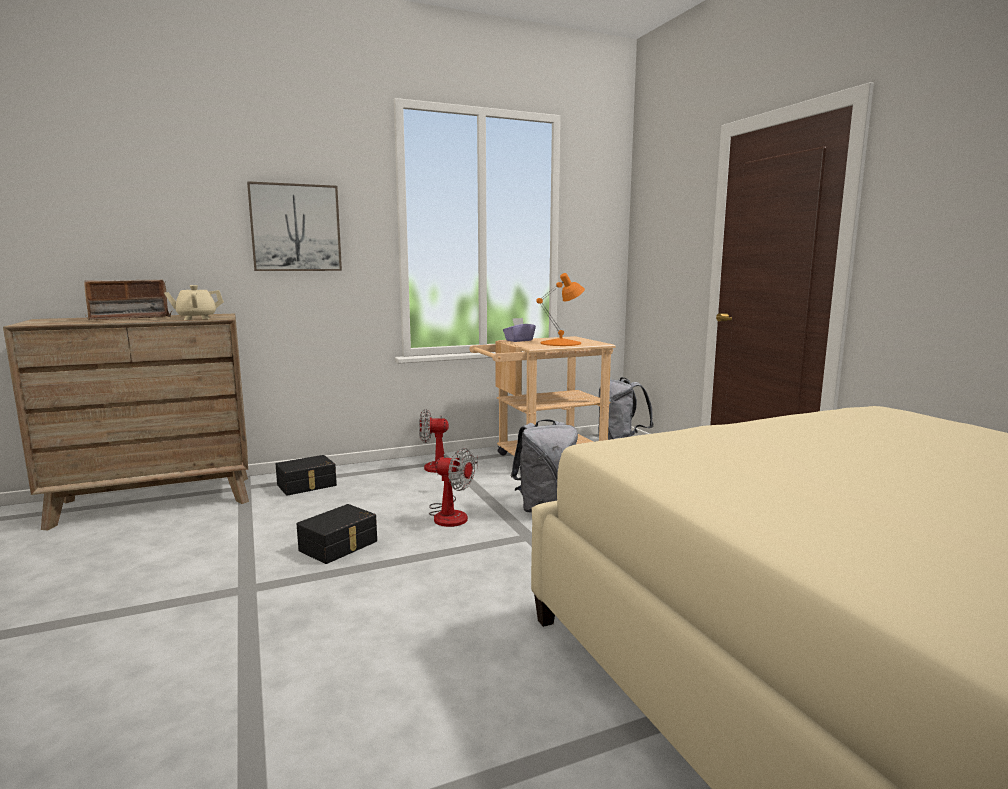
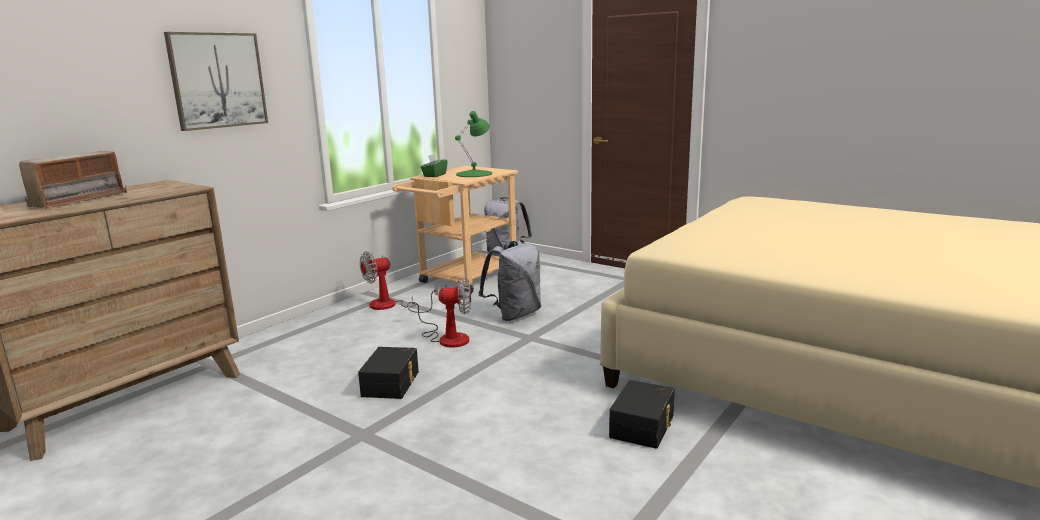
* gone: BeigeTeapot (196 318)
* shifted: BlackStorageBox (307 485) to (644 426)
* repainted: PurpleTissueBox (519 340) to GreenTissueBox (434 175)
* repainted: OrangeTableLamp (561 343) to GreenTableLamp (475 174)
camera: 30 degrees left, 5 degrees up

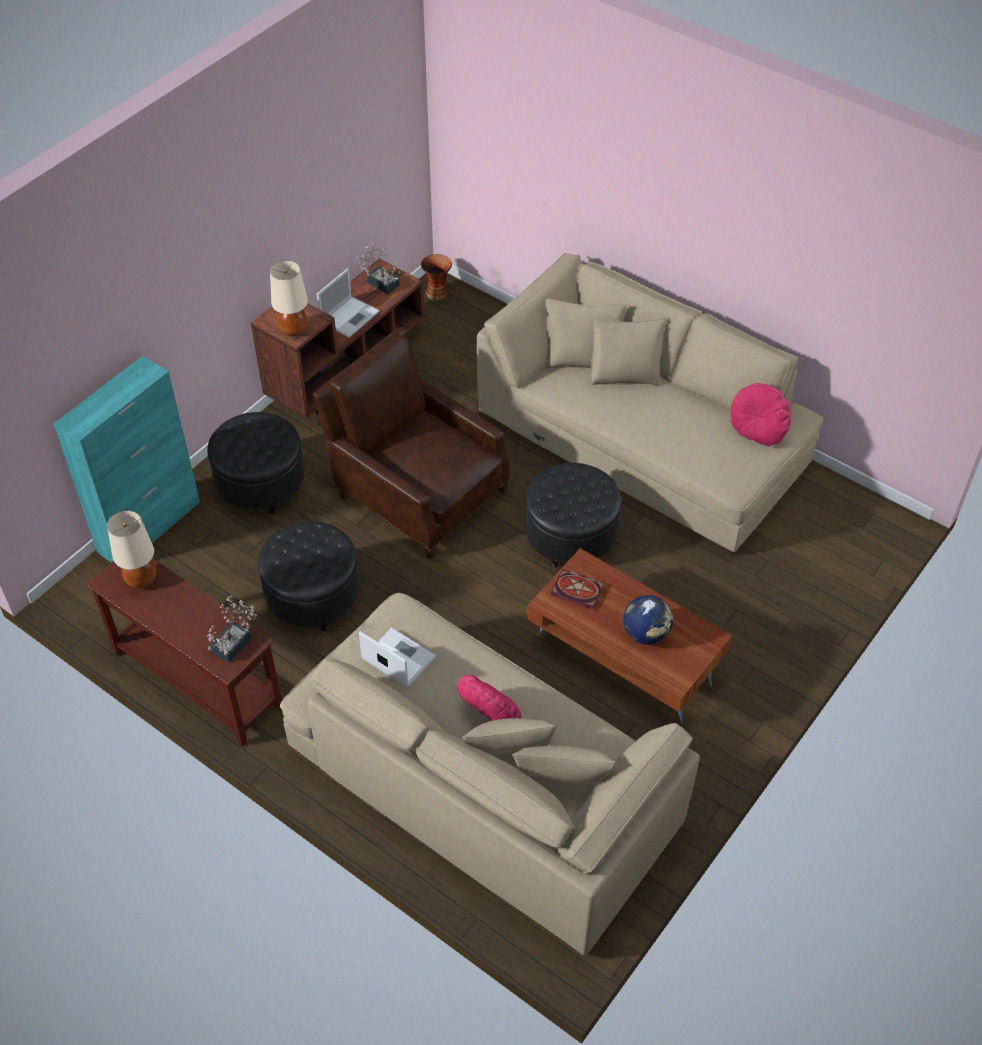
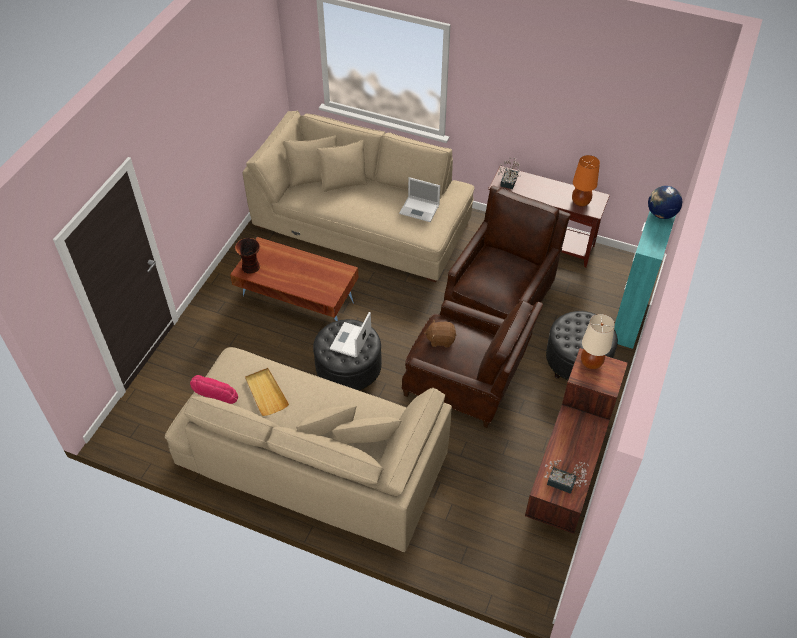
* repainted: BeigeTableLamp (142 579) to OrangeTableLamp (580 202)
* swapped: BlackOttoman (313 597) to BrownArmchair (500 297)
* shifted: Laptop (350 316) to (350 341)
* shifted: Vase (437 292) to (251 267)
* gone: PinkPillow (489 719)
* gone: Book (579 590)
* shifted: Globe (646 634) to (661 214)
* new: BeigeTray (266 393)
* new: BrownPlushToy (440 339)
camera: 165 degrees right, 0 degrees up

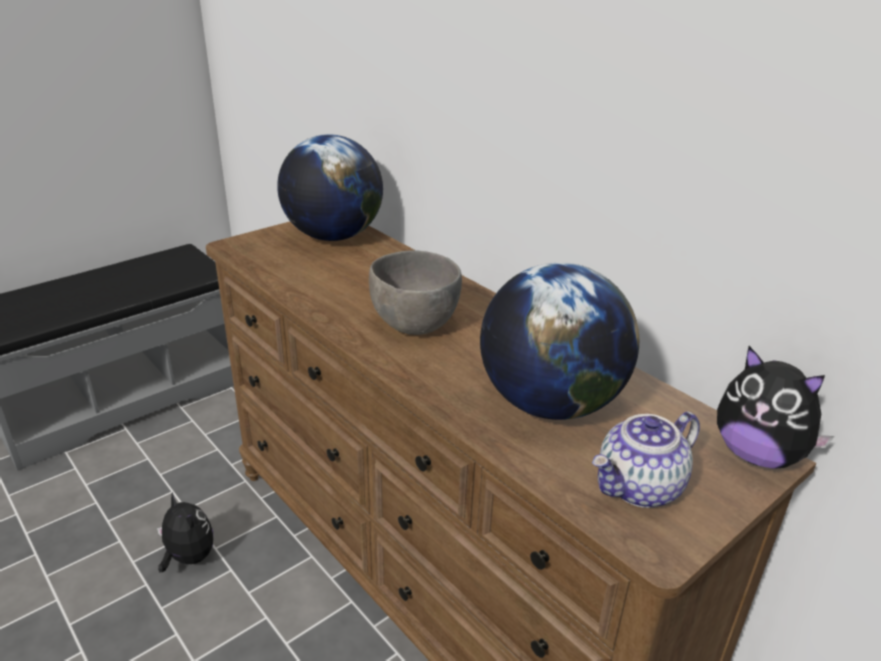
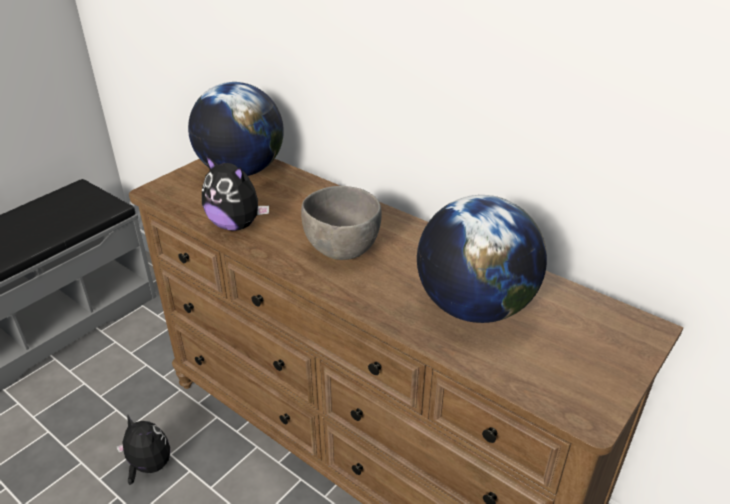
* gone: Teapot (639 488)
* shifted: PlushToy (757 455) to (236 225)
camera: 10 degrees left, 5 degrees up

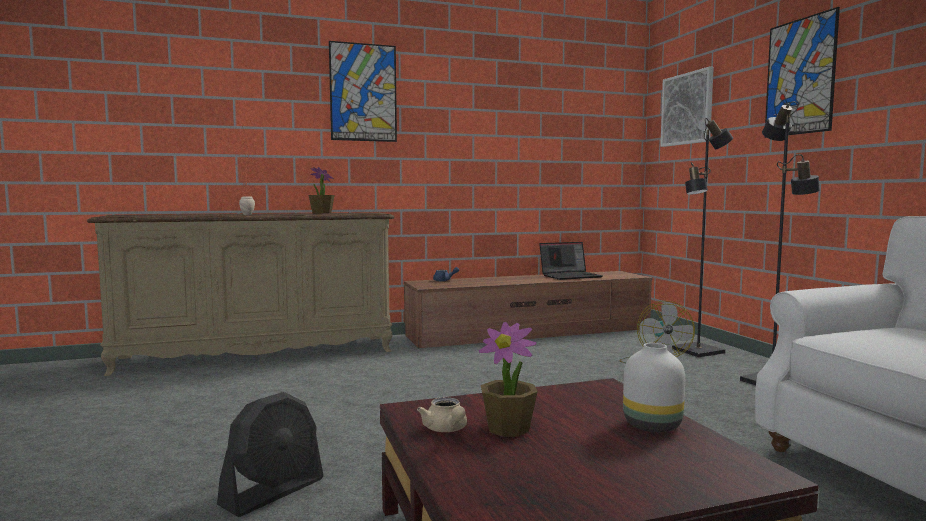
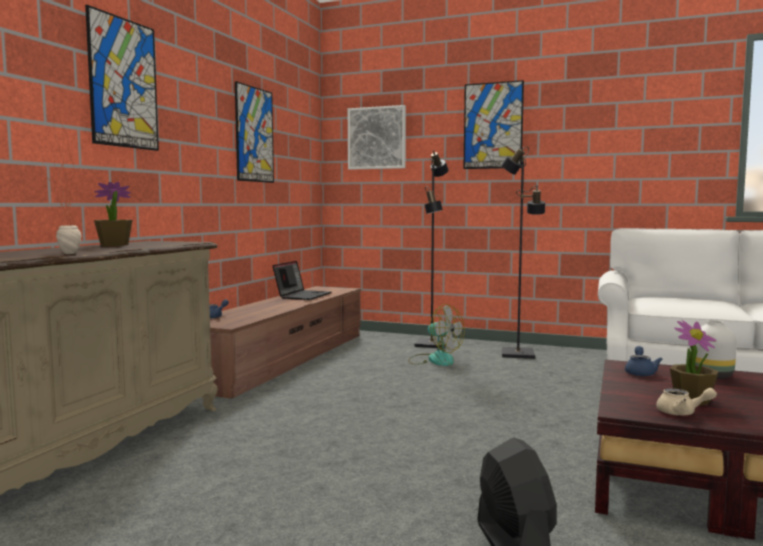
* new: Picture (254 134)
* new: BlueTeapot (640 372)
camera: 50 degrees left, 0 degrees up

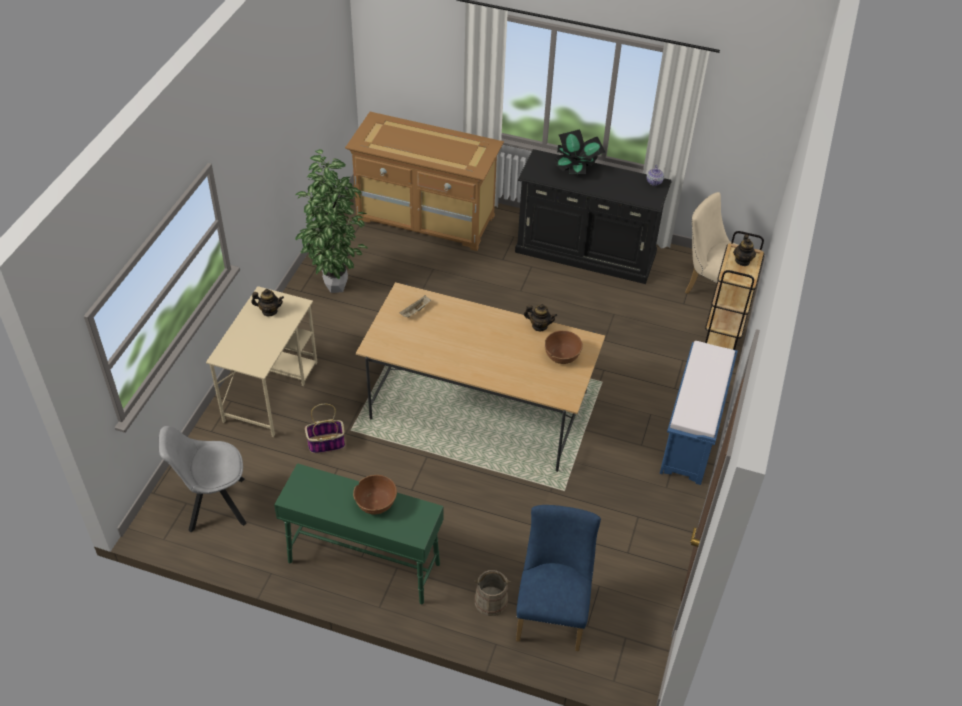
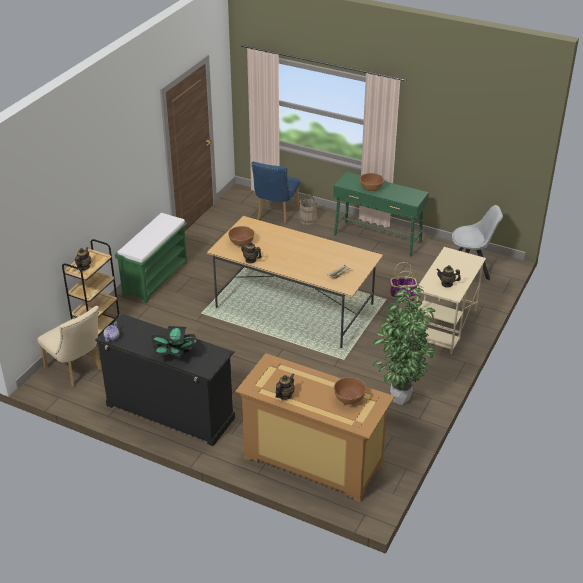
* repainted: BlueBench (691 437) to GreenBench (155 278)
* new: Teapot (284 395)
* new: BrownBowl (349 398)
camera: 170 degrees left, 10 degrees down

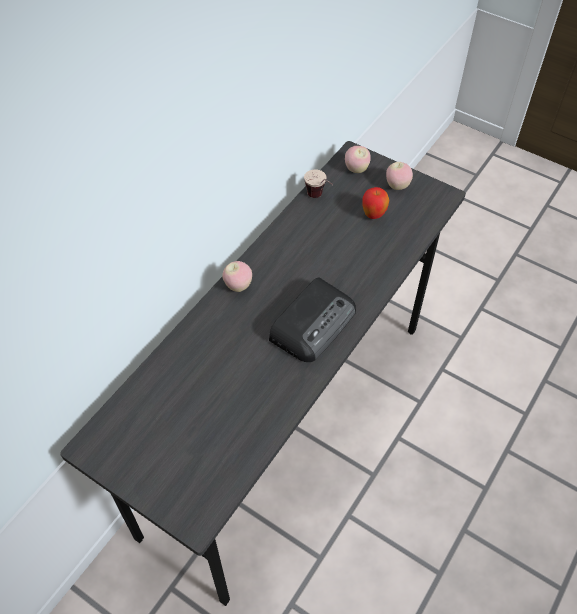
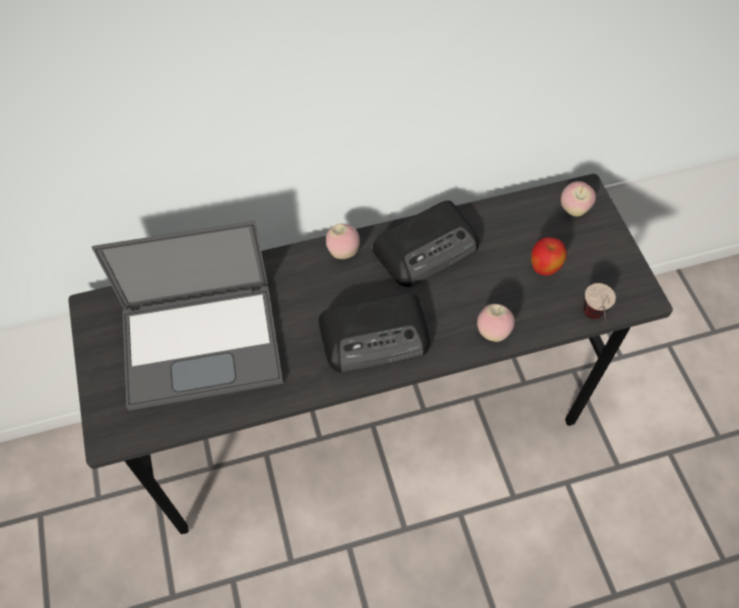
* shifted: Cup (319 198) to (592 321)
* shifted: Apple (397 186) to (492 332)
* new: Laptop (203 343)
* new: Radio (427 248)
camera: 40 degrees right, 5 degrees up

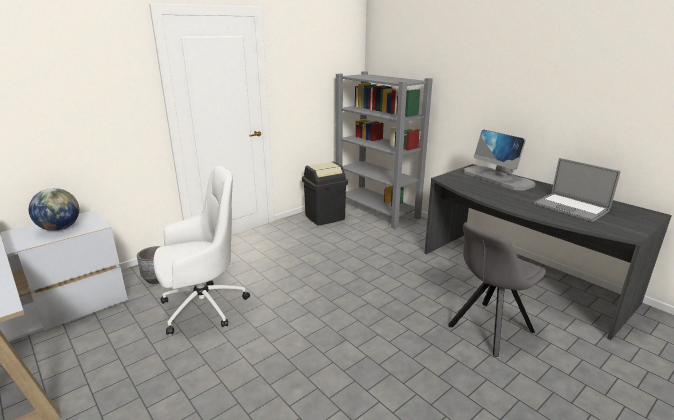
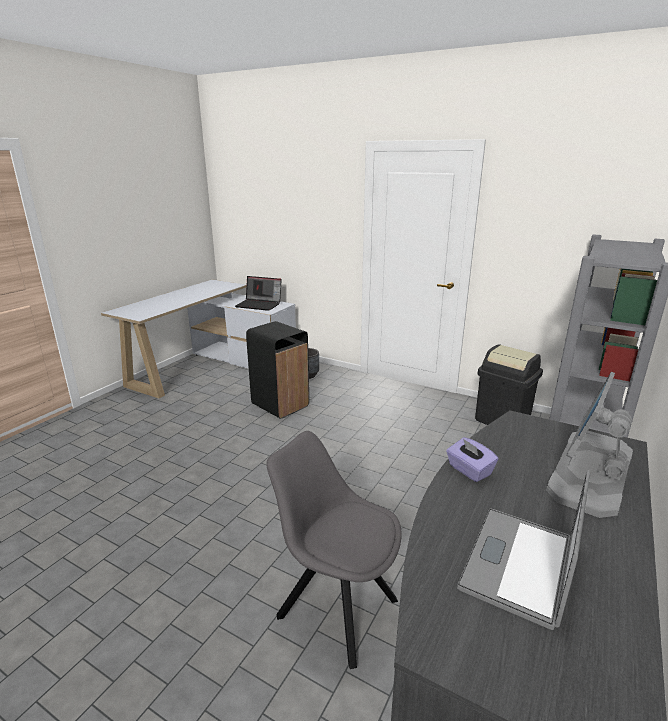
* swapped: Globe (60 228) to Laptop (259 305)
* swapped: WhiteOfficeChair (204 307) to BlackTrashCan (280 405)
* new: PurpleTissueBox (469 470)
camera: 70 degrees right, 0 degrees up

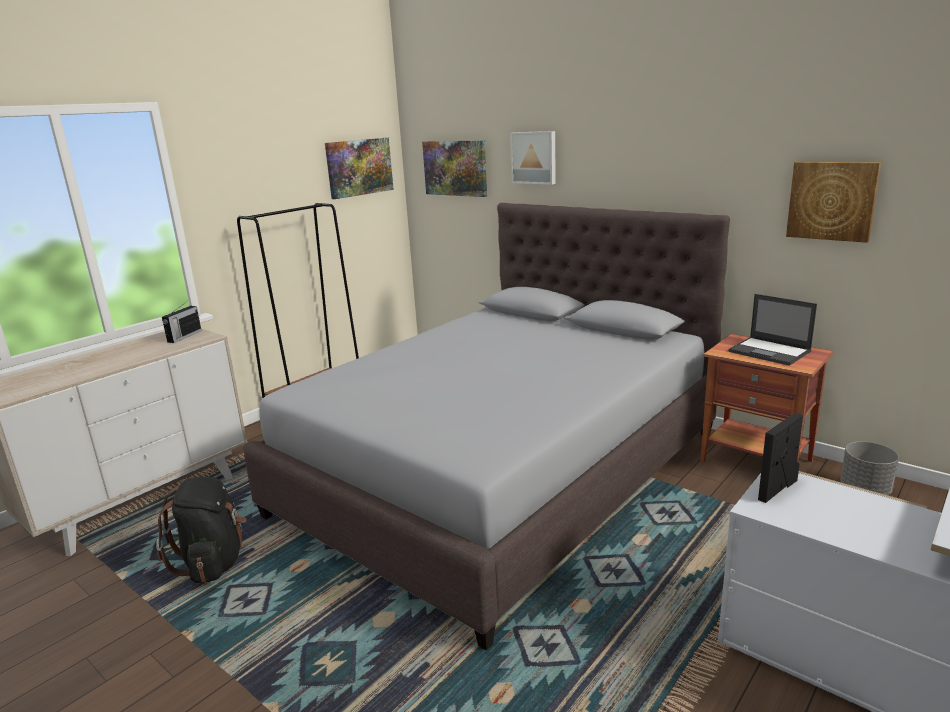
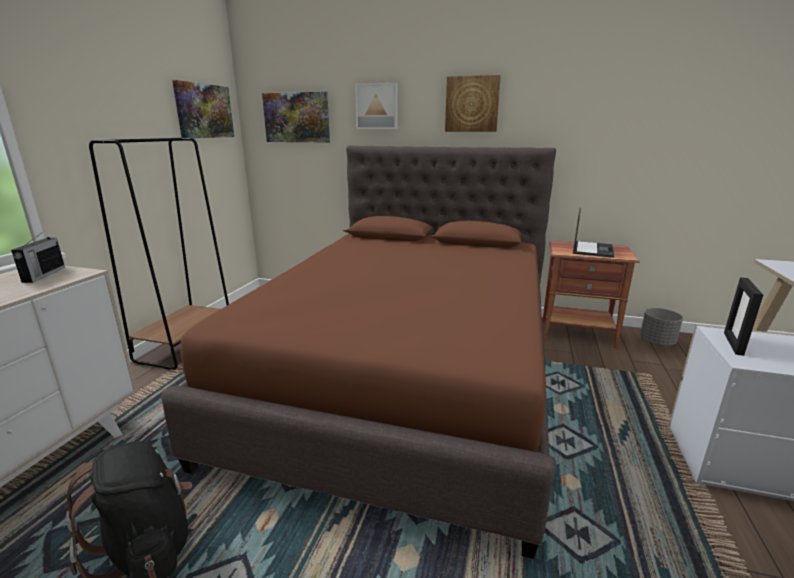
* repainted: GreyBed (504 471) to BrownBed (408 373)
* rotated: Laptop (770 351) = (592 249) 90 degrees counterclockwise
* shifted: Picture (832 201) to (472 104)
camera: 25 degrees left, 0 degrees up

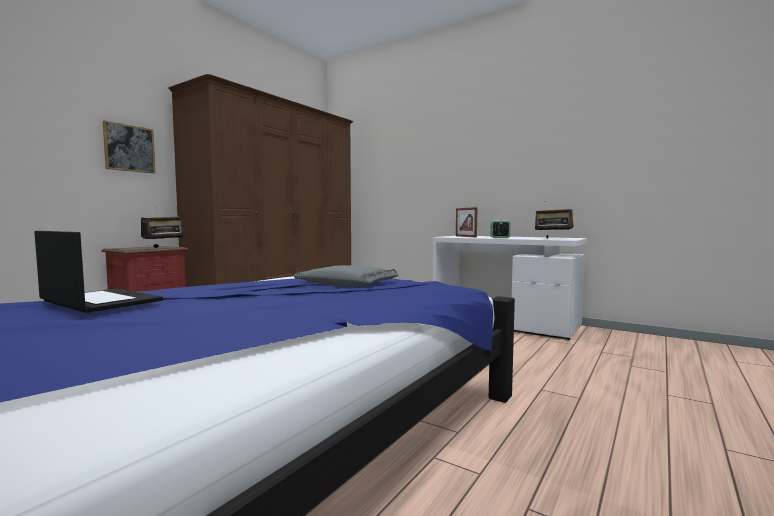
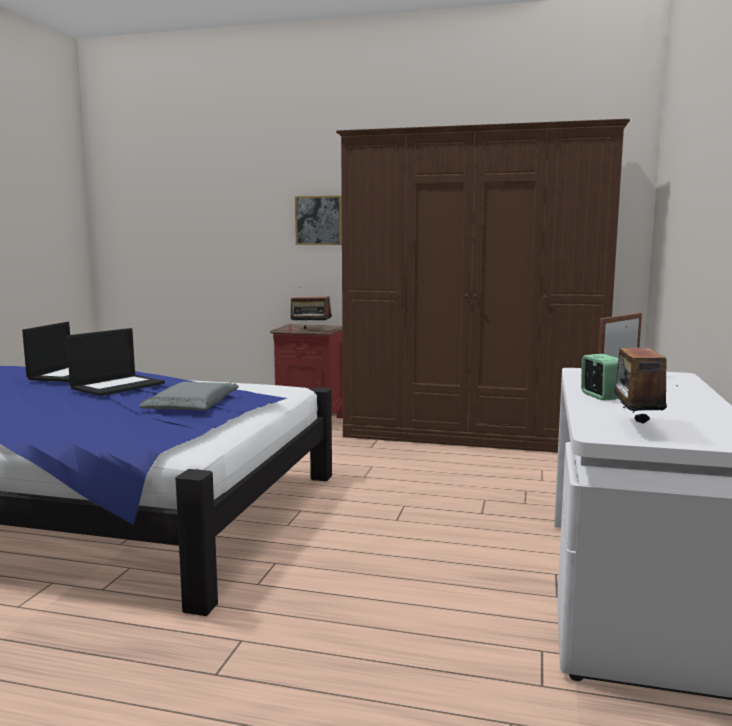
* new: Laptop (118 385)
camera: 70 degrees right, 5 degrees up

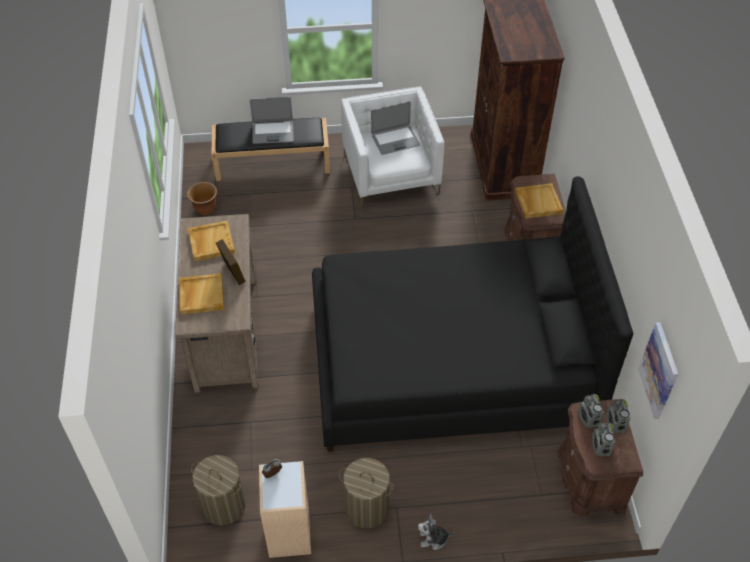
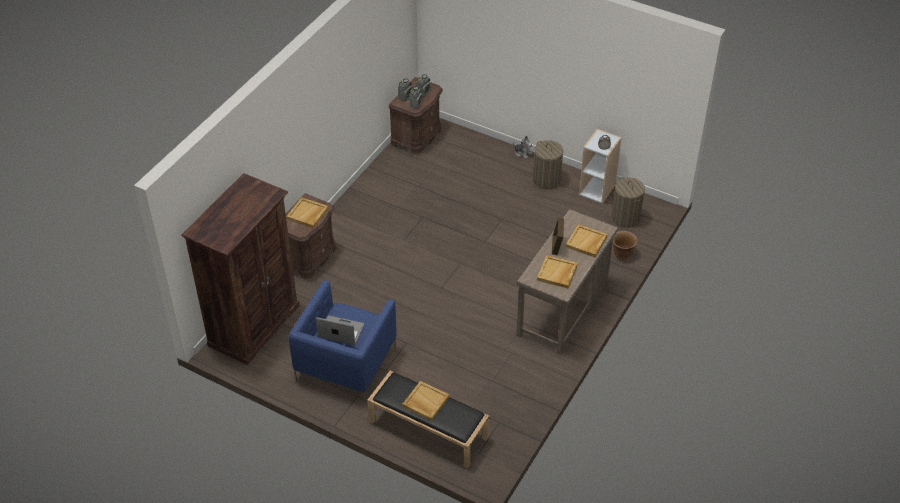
* shifted: BrownPlanter (205 209) to (622 253)
* swapped: Laptop (273 132) to BeigeTray (425 402)
* gone: BlackBed (451 362)
* repainted: WhiteArmchair (390 175) to BlueArmchair (346 363)
* gone: Picture (659 371)
camera: 145 degrees left, 5 degrees down

